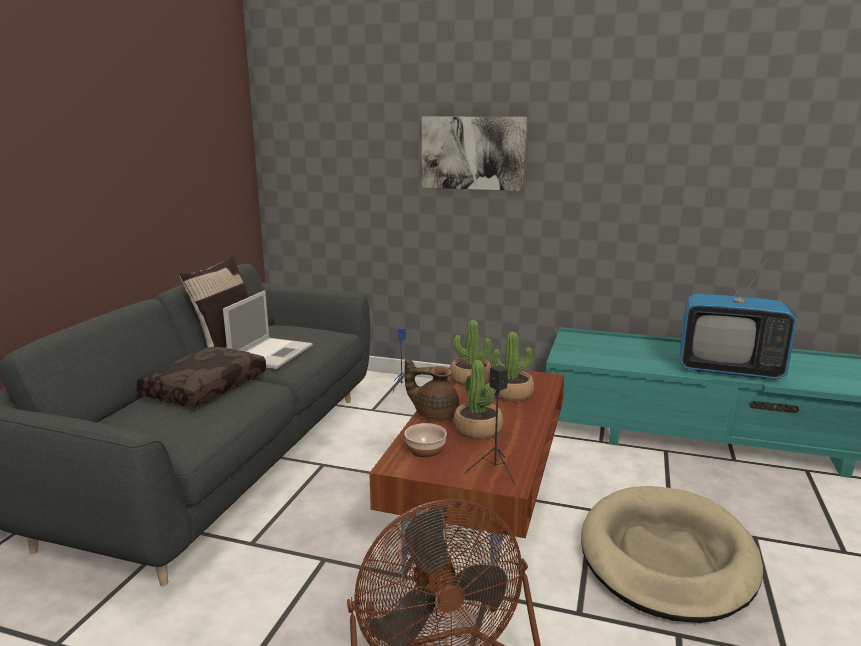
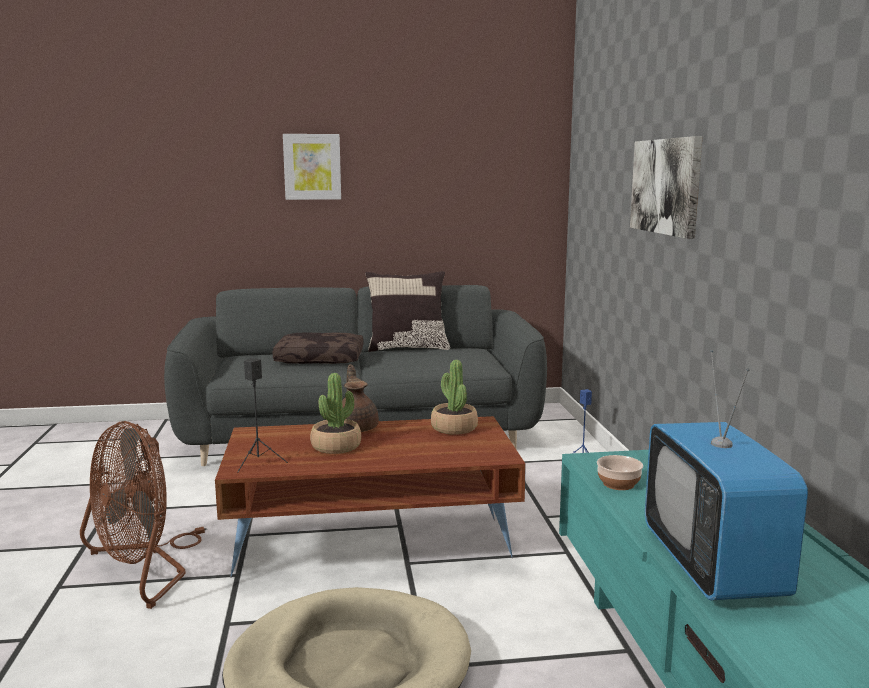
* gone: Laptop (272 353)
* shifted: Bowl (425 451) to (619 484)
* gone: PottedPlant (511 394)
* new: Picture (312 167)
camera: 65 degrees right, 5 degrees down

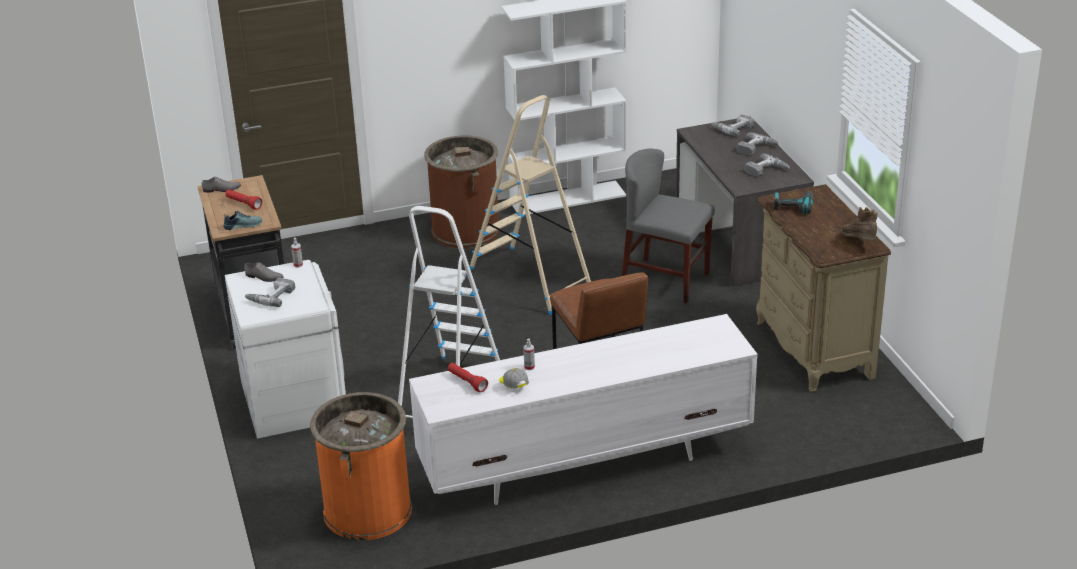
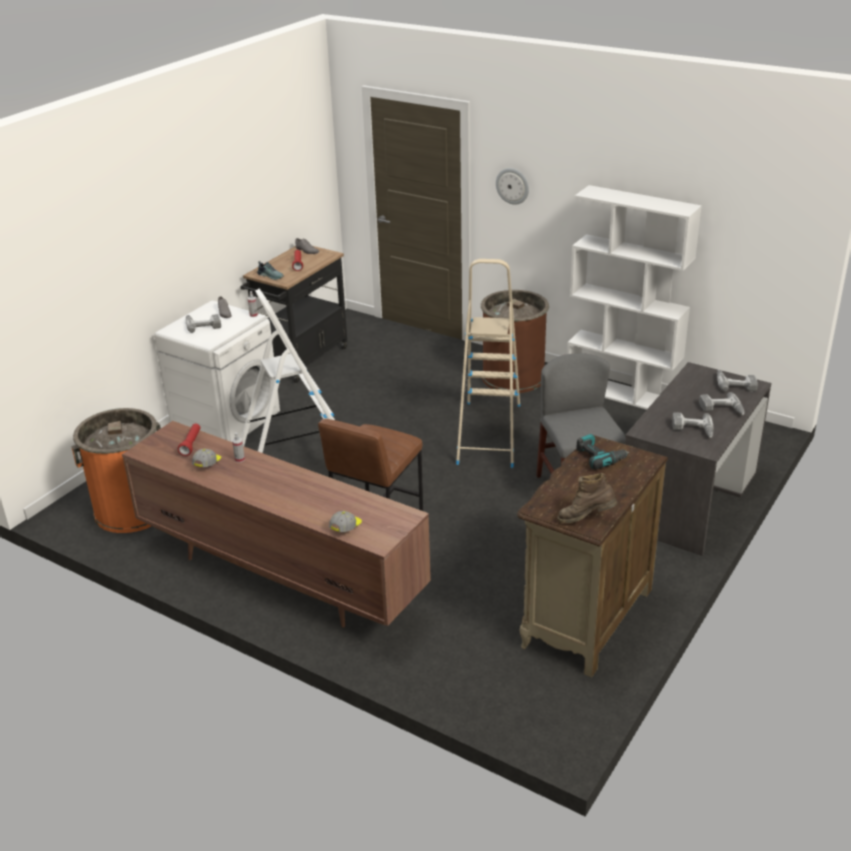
* repainted: WhiteCabinet (585 467) to BrownCabinet (278 577)
* rotated: BrownBoot (859 243) = (586 519) 120 degrees counterclockwise
* new: Cap (346 528)
* new: WallClock (512 186)
camera: 50 degrees right, 0 degrees up

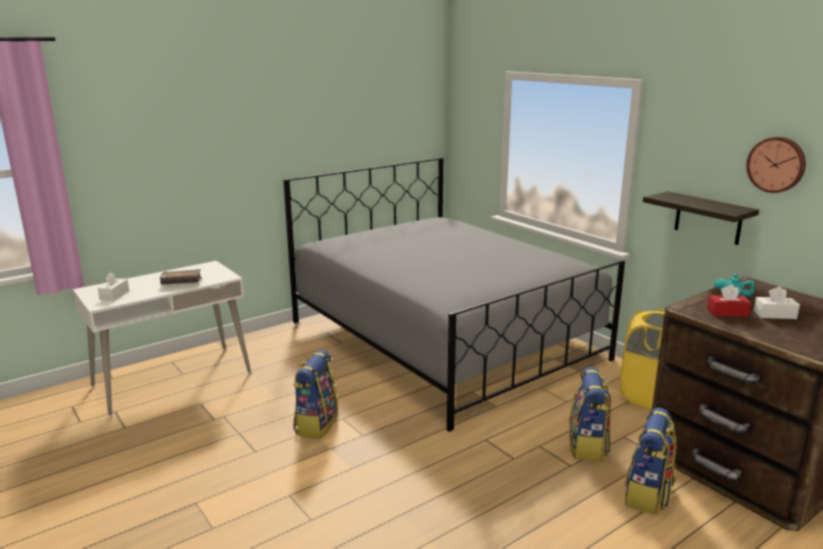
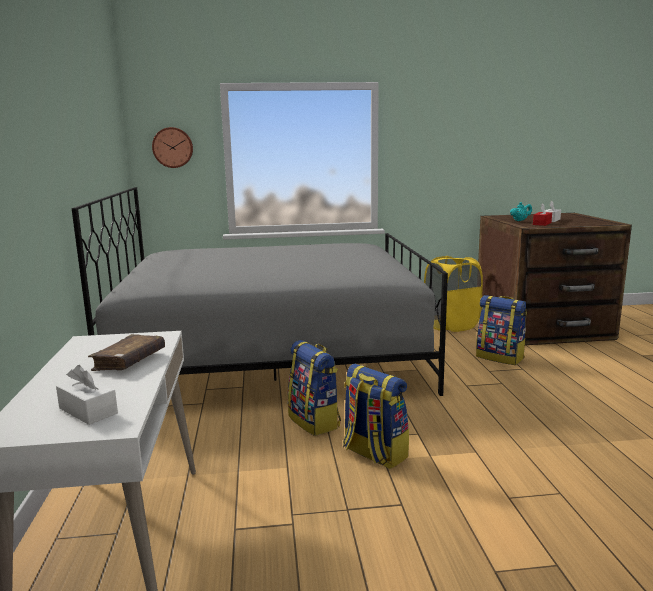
* shifted: Backpack (648 495) to (315 421)
* gone: Shelf (708 218)
* shifted: WallClock (777 164) to (173 147)
camera: 60 degrees left, 5 degrees down

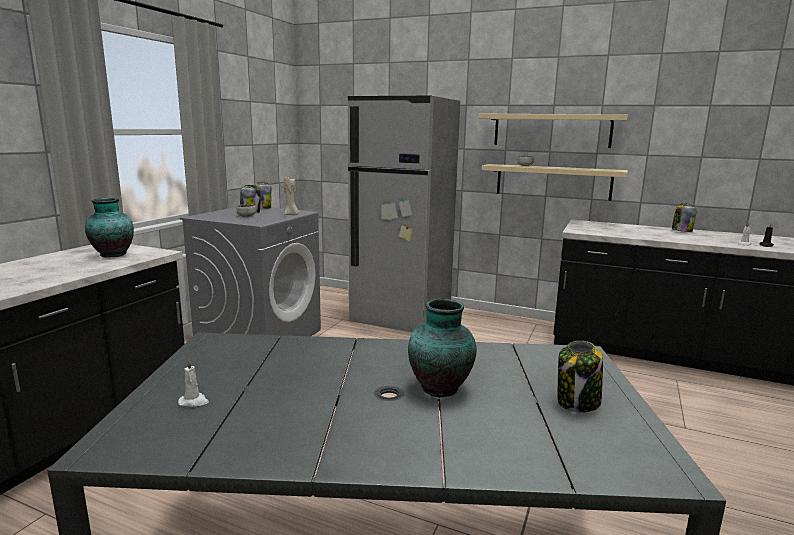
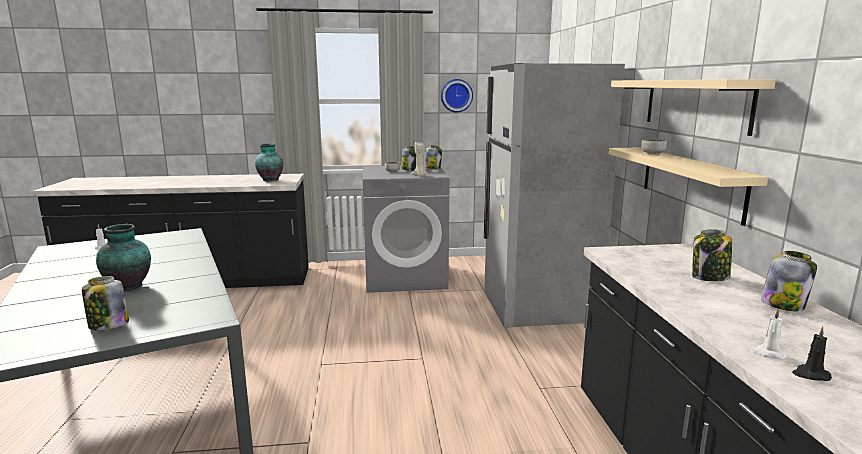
* new: WallClock (456 95)
* new: Jar (709 277)
camera: 60 degrees right, 0 degrees up

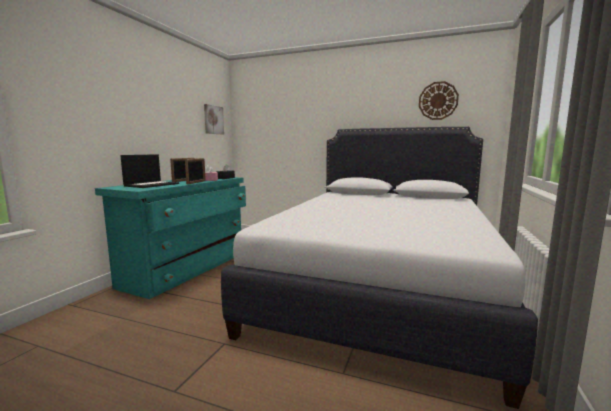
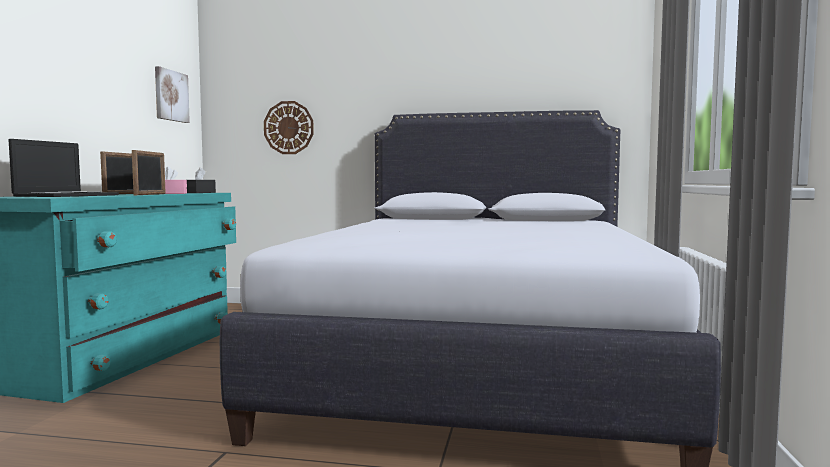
* shifted: WallClock (438 101) to (288 127)
camera: 10 degrees left, 5 degrees down

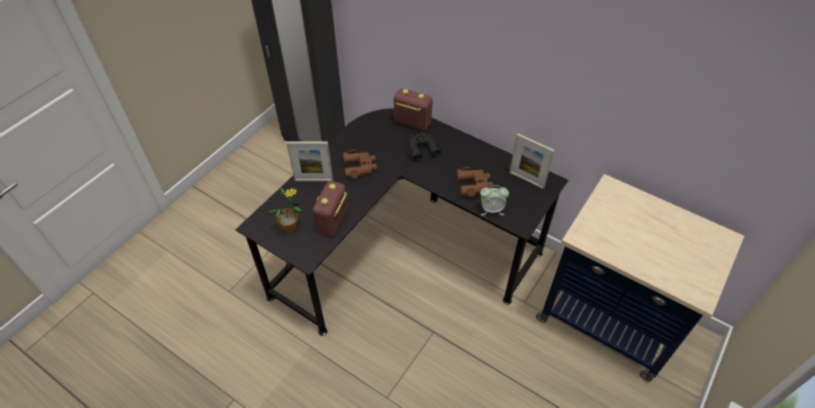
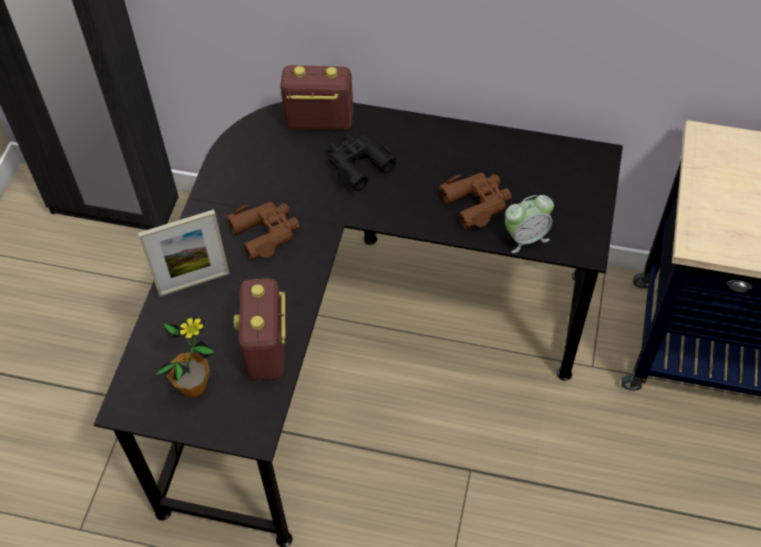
* gone: PictureFrame (526 180)
camera: 20 degrees left, 5 degrees up

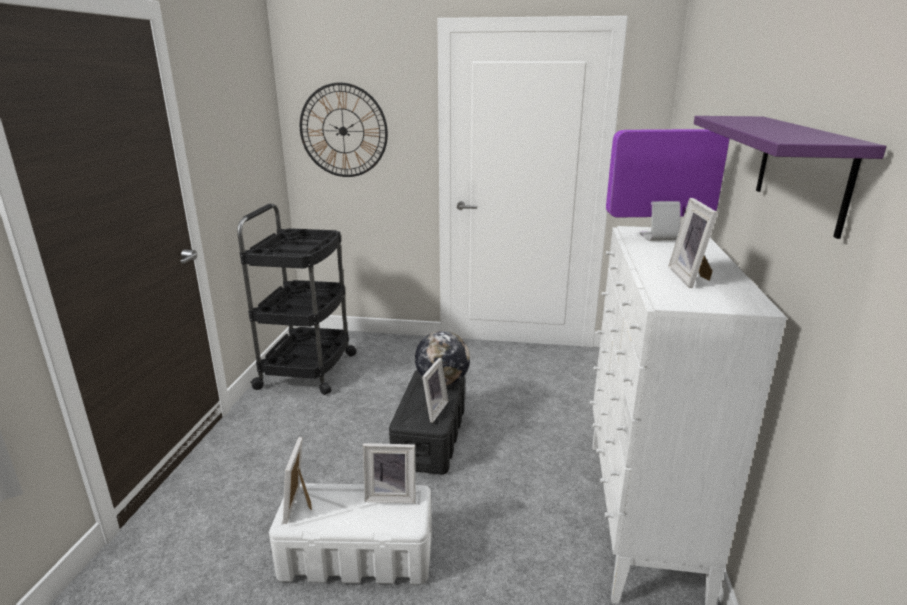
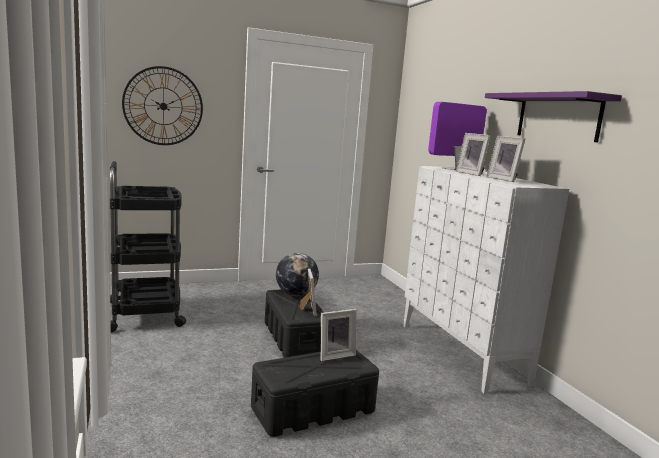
* repainted: WhiteStorageBox (358 555) to BlackStorageBox (314 409)
* shifted: PictureFrame (301 504) to (472 174)
camera: 30 degrees left, 10 degrees down

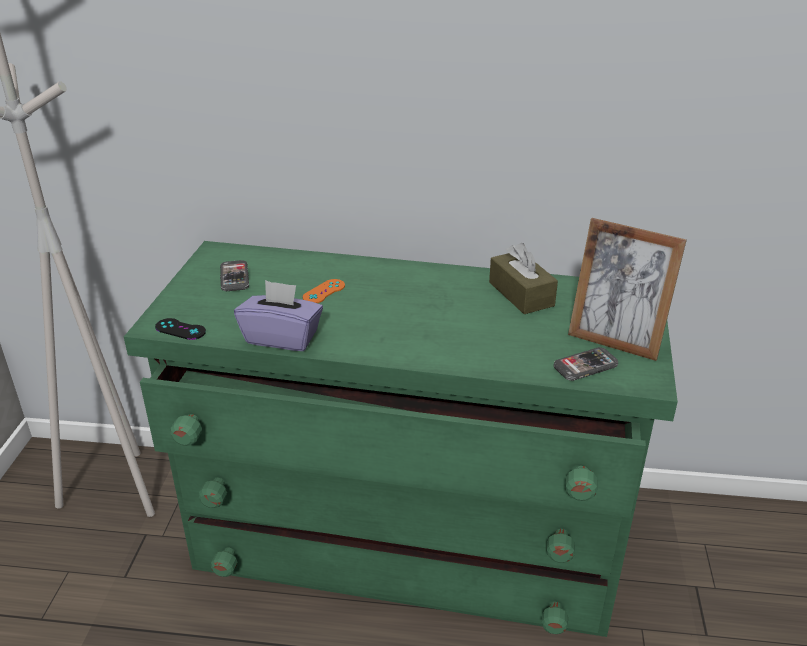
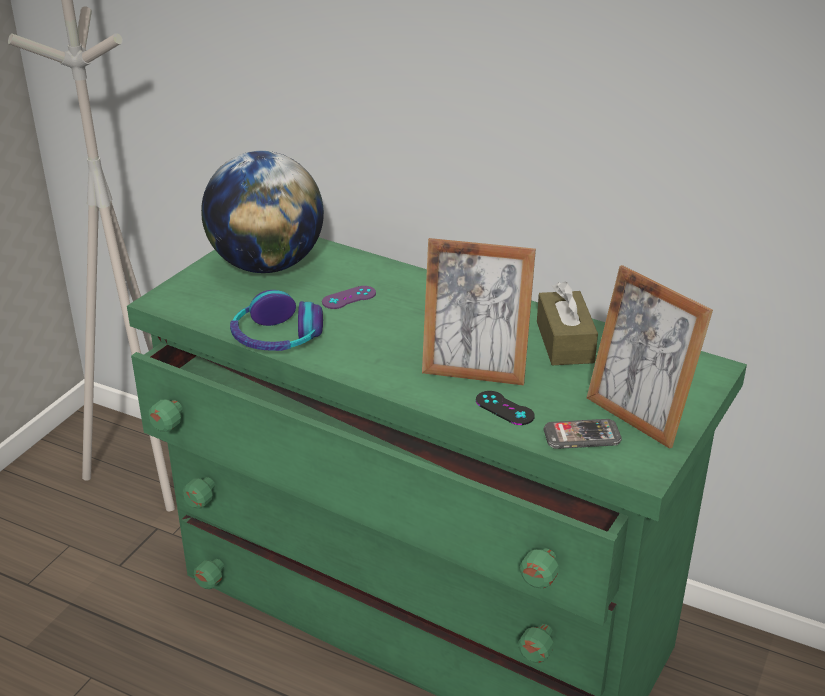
* shifted: BlackGameController (180 329) to (504 408)
* swapped: Phone (234 277) to Globe (267 265)
* swapped: PurpleTissueBox (282 337) to Headphones (276 338)
* repainted: OrangeGameController (324 292) to PurpleGameController (349 298)
* new: PictureFrame (474 371)
camera: 20 degrees right, 0 degrees up

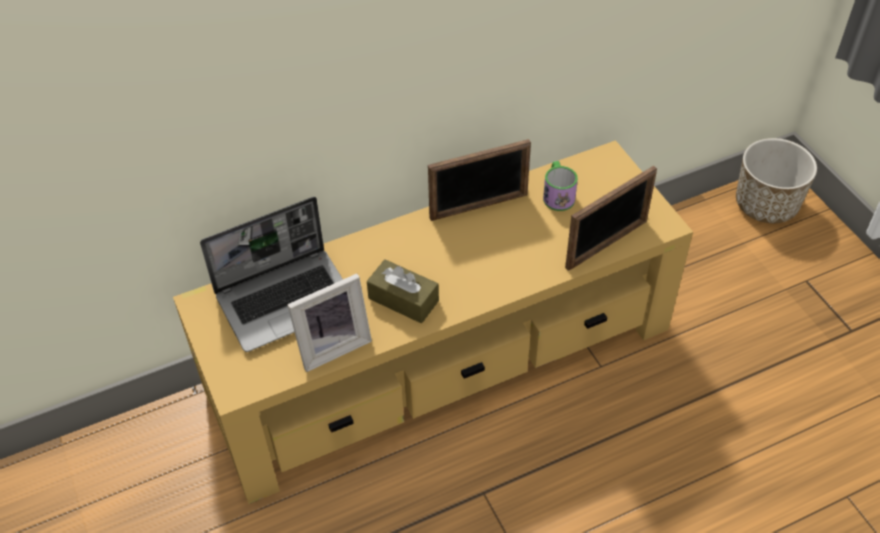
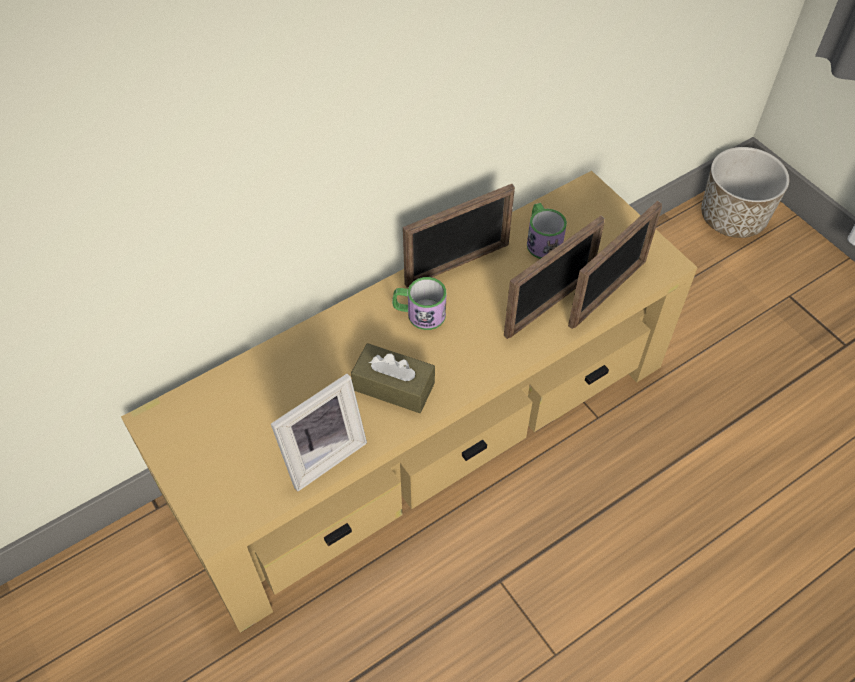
* gone: Laptop (287 299)
* new: Mug (419 314)
* new: PictureFrame (549 305)
camera: 10 degrees left, 5 degrees up

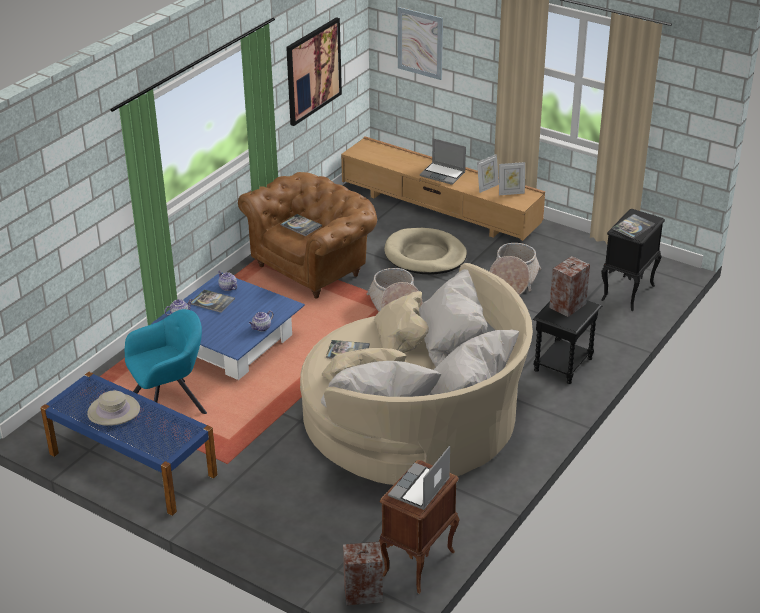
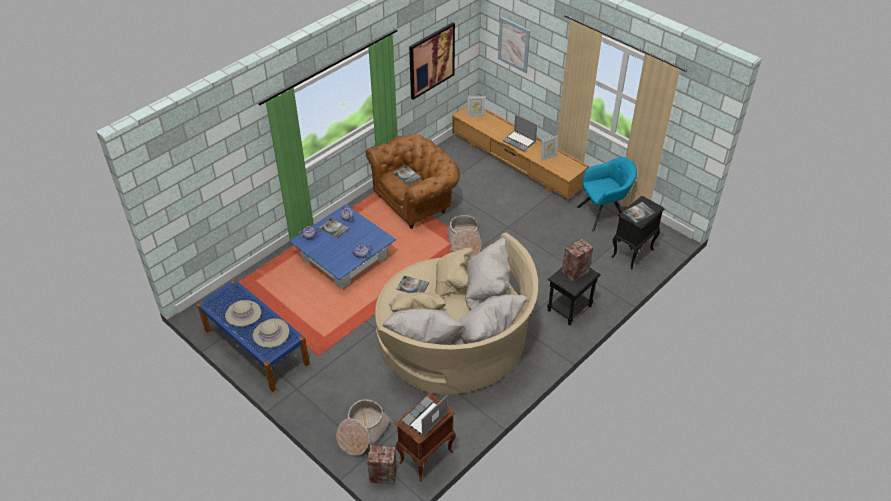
* shifted: TurquoiseArmchair (171 405) to (604 214)
* gone: BeigeDogBed (425 255)
* shifted: Basket (512 281) to (362 433)
* shifted: PictureFrame (511 193) to (475 115)
* new: BeigeHat (271 333)
camera: 10 degrees right, 10 degrees up

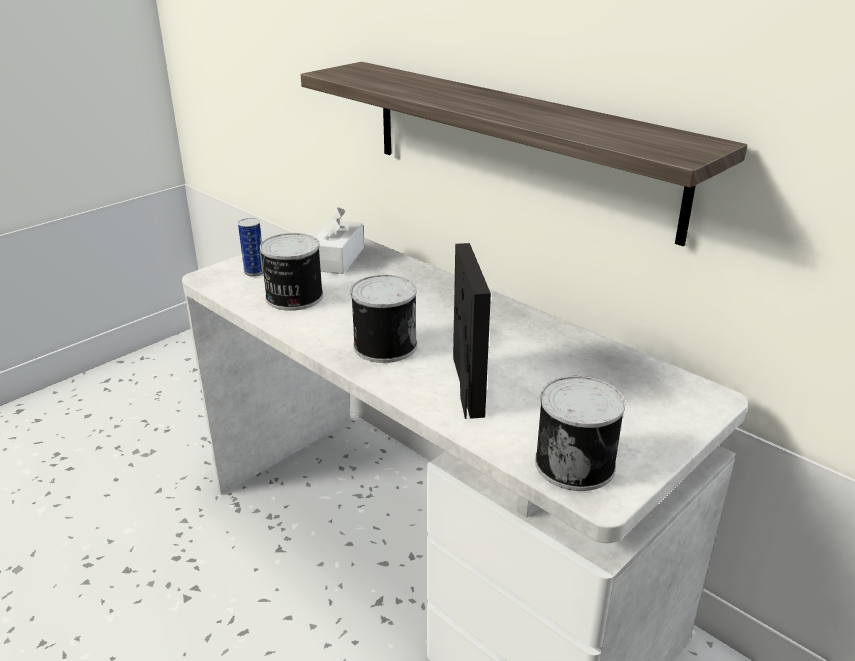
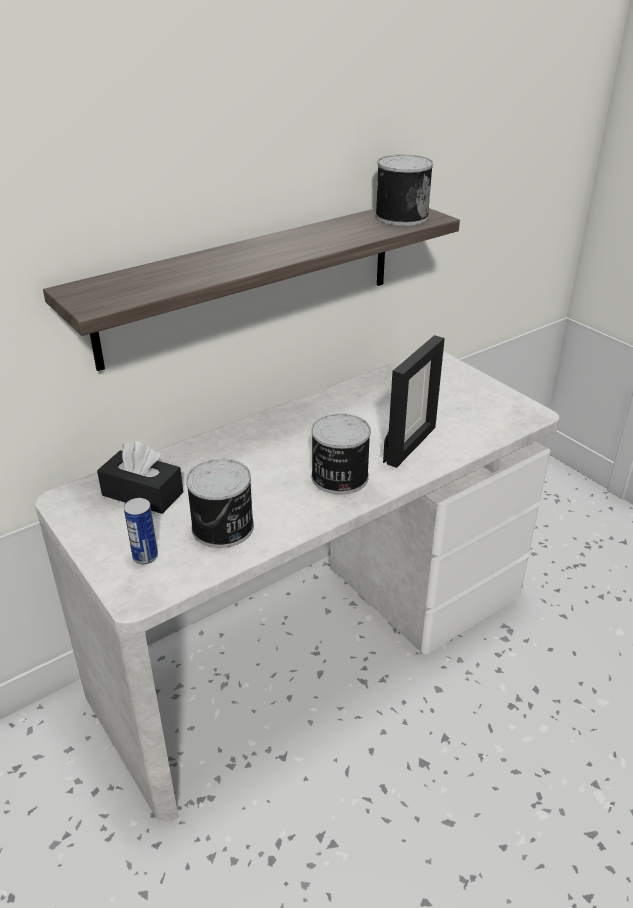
* repainted: WhiteTissueBox (338 259) to BlackTissueBox (142 494)
* rotated: PictureFrame (465 386) = (410 444) 120 degrees clockwise
* shifted: Can (576 463) to (400 216)
camera: 80 degrees left, 5 degrees up

